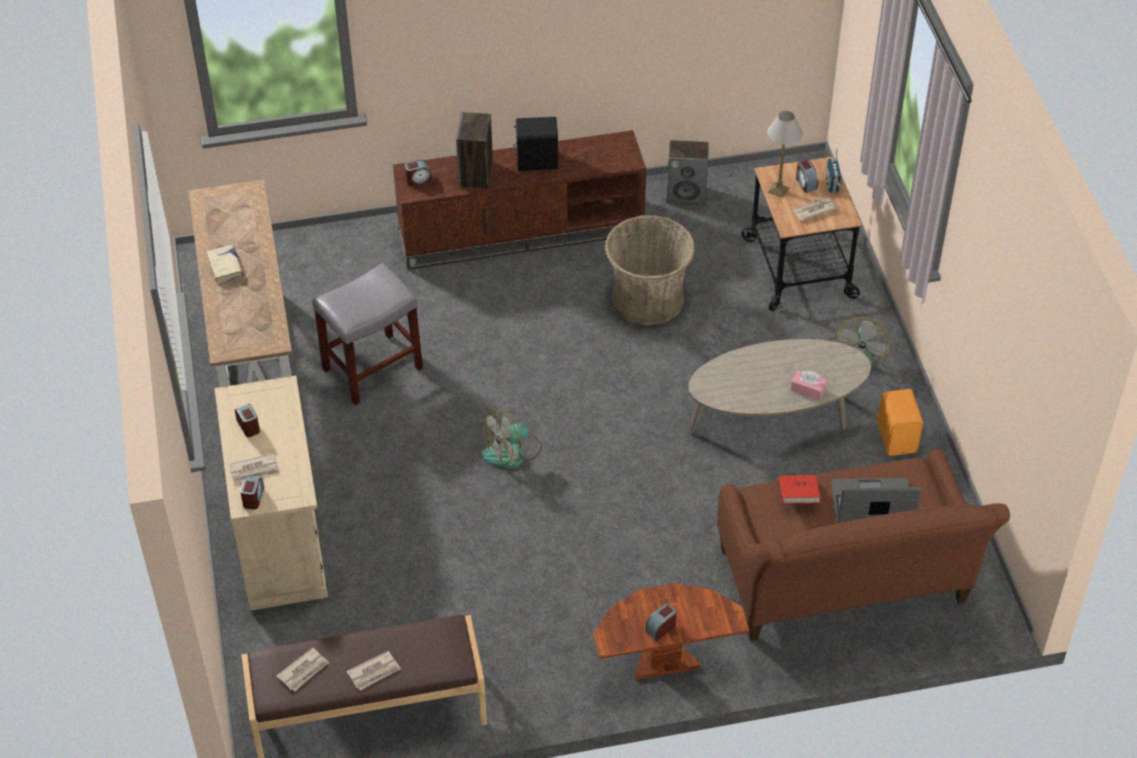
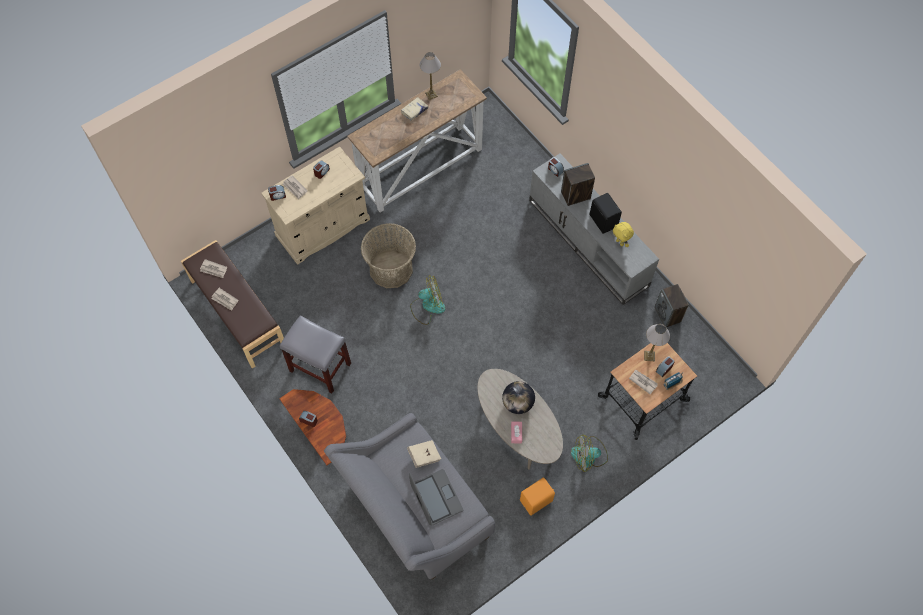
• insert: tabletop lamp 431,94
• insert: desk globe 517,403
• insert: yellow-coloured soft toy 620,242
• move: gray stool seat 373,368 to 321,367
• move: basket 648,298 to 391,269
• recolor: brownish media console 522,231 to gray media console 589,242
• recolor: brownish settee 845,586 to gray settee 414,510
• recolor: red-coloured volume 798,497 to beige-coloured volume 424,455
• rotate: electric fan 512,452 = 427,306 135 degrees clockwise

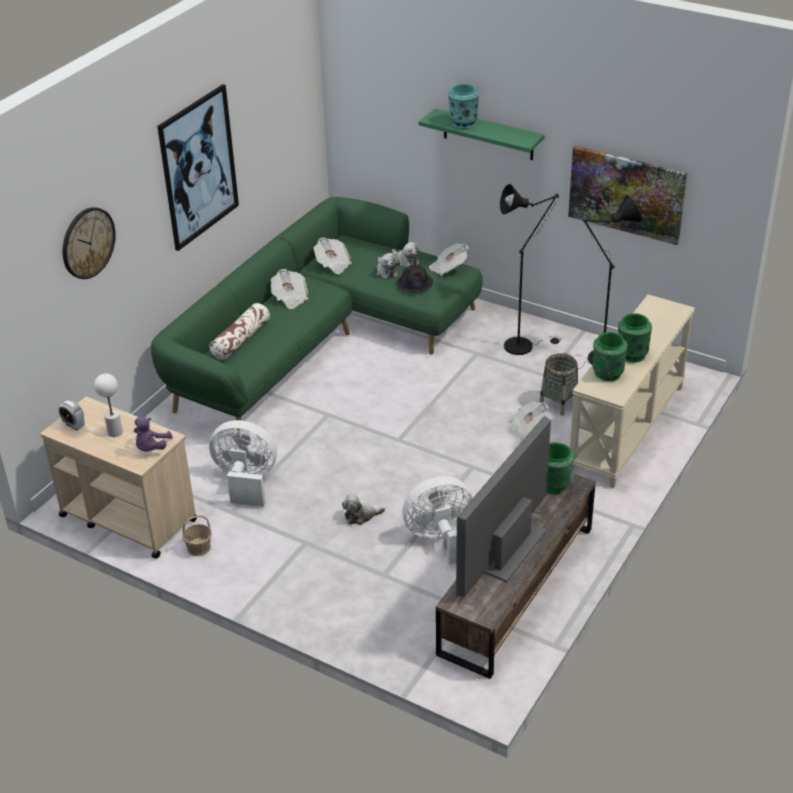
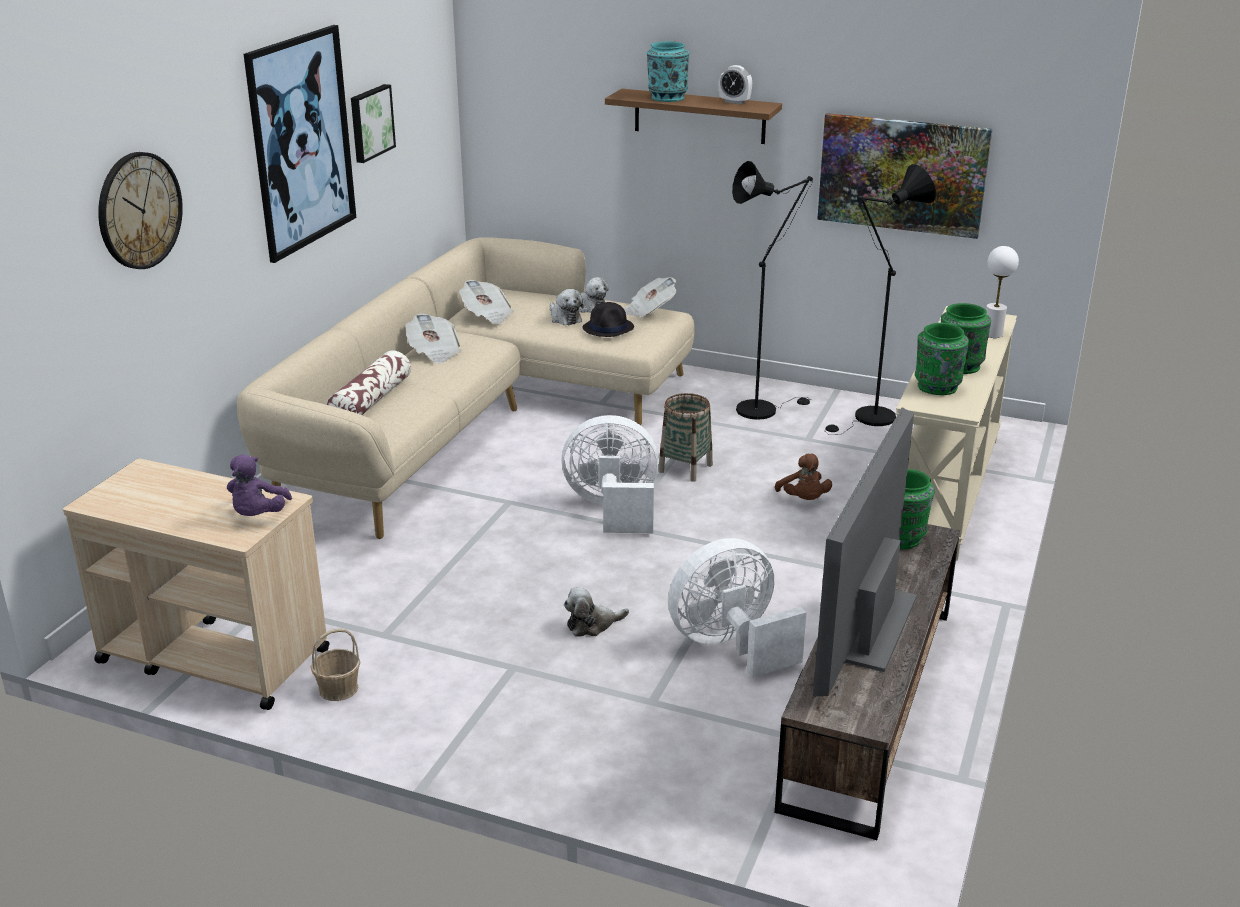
• insert: wall picture 370,122
• move: bedside clock 74,425 to 734,102
• move: white tabletop lamp 115,432 to 992,334
• move: white electric fan 246,482 to 613,509
• move: basket 558,403 to 685,468
• replace: newspaper 526,429 to brownish soft toy 803,500
• recolor: greenish settee 319,340 to beige-coloured settee 475,419
• recolor: greenish shelf 488,134 to brownish shelf 699,116

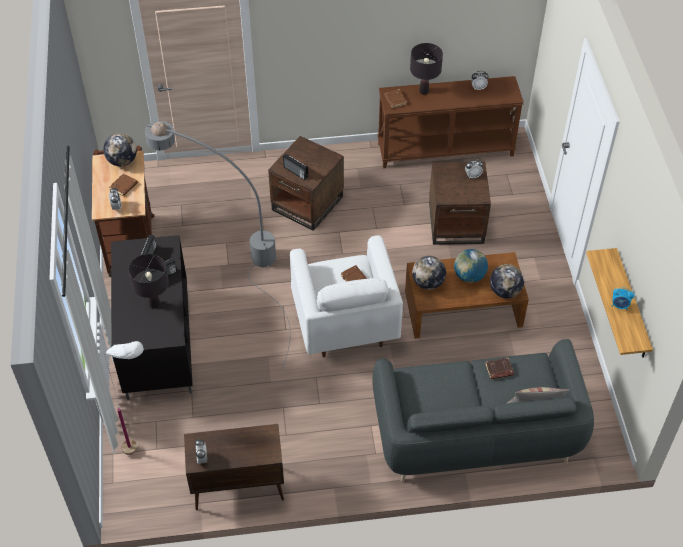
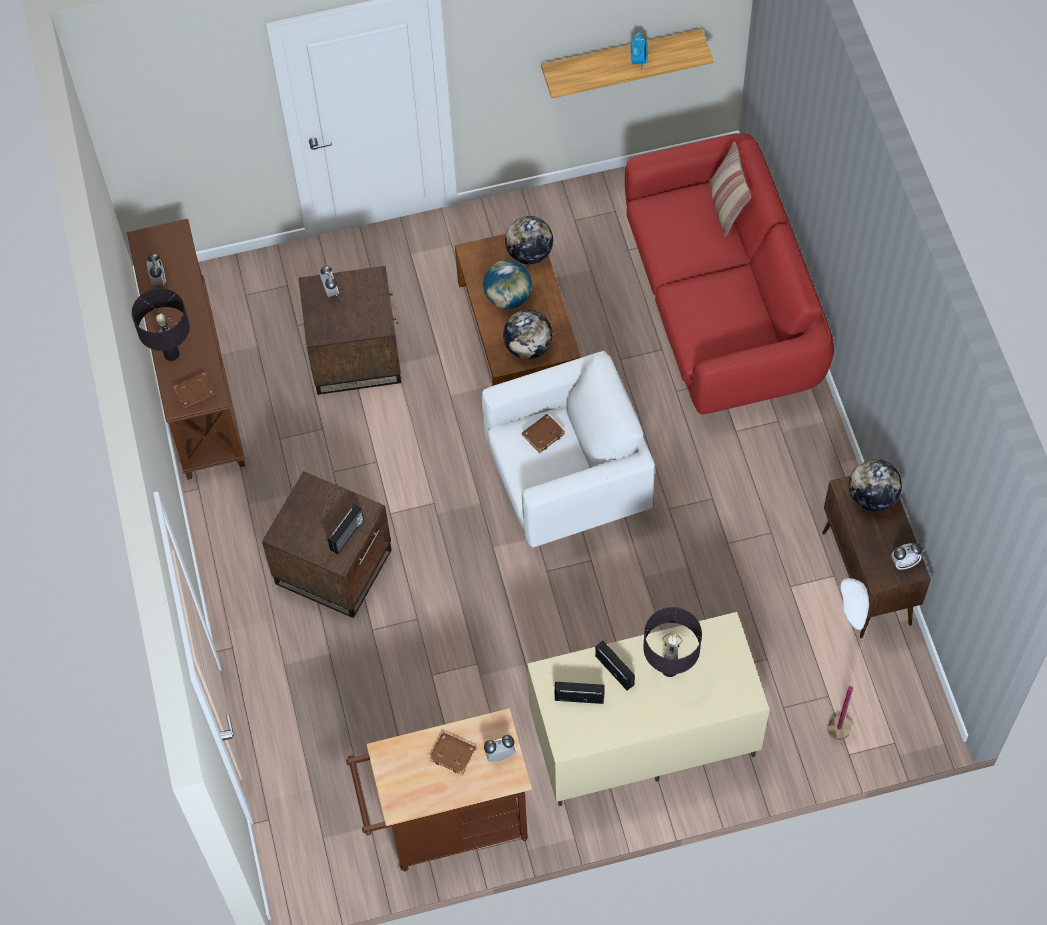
• delete: gray standing lamp 230,261
• delete: brownish volume 499,370
• move: desk globe 122,161 to 871,497
• recolor: blackish media console 156,341 to beige-coloured media console 642,738
• recolor: gray settee 476,432 to red-coloured settee 721,308

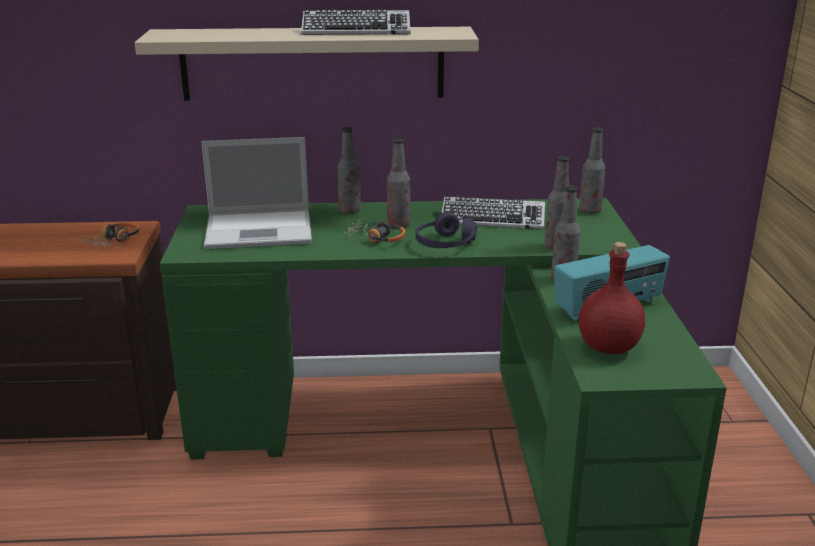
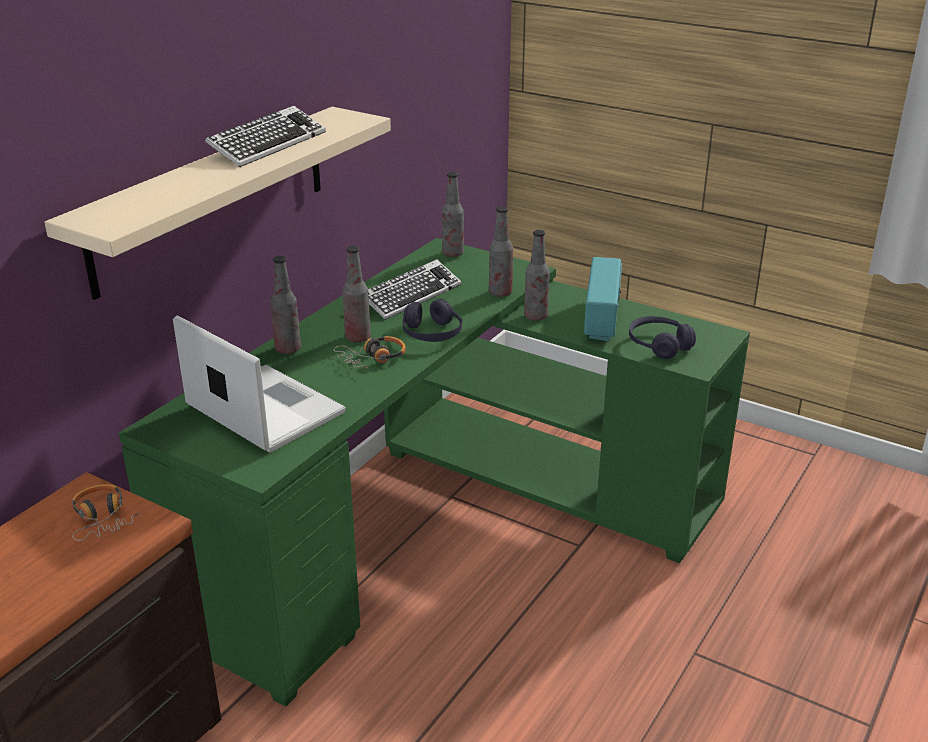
• replace: red-coloured bottle 609,346 to purplish headset 659,345
• rotate: portable computer 261,230 = 263,409 75 degrees counterclockwise

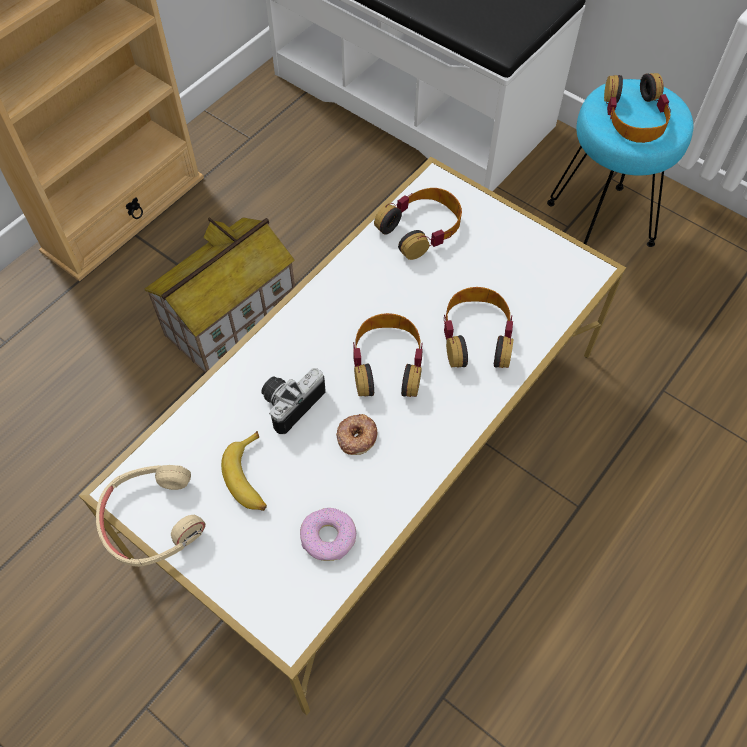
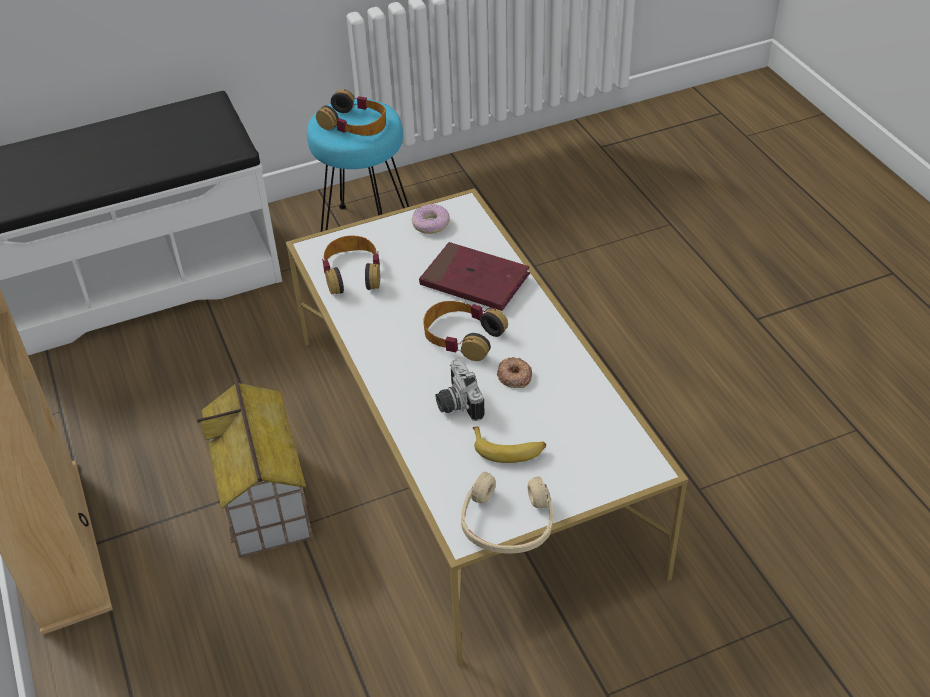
• move: doughnut 328,538 to 431,224
• replace: headset 477,335 to red-coloured volume 474,281

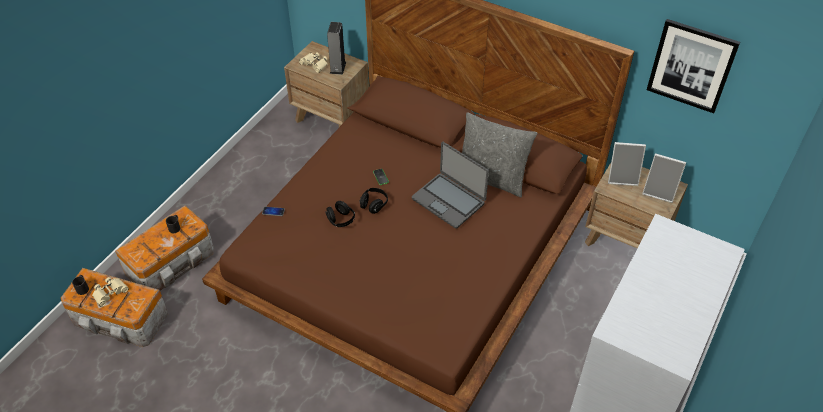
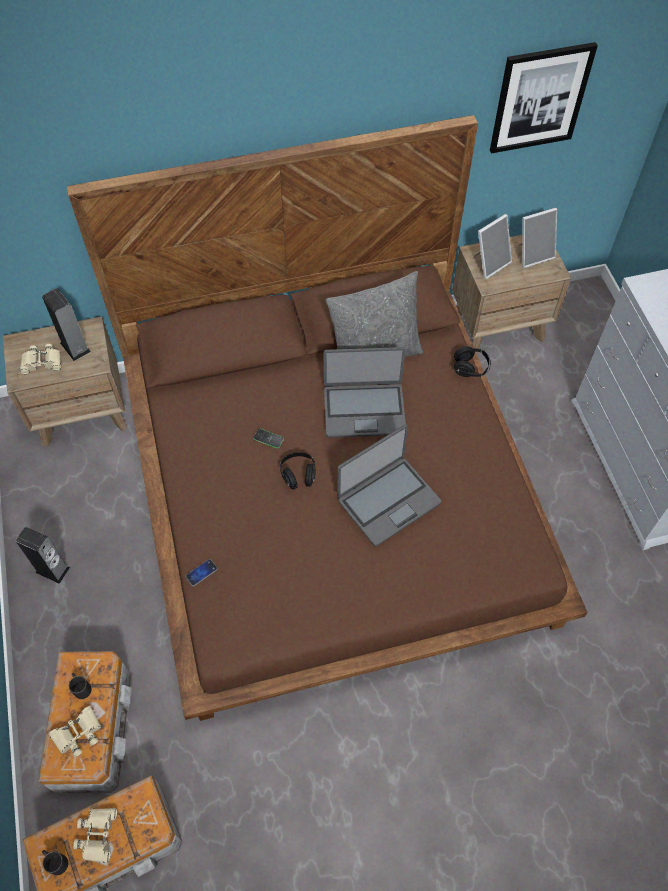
• insert: speaker 52,569
• insert: beige-coloured pair of binoculars 78,733
• insert: portable computer 388,501
• move: blackish headset 341,220 to 470,368

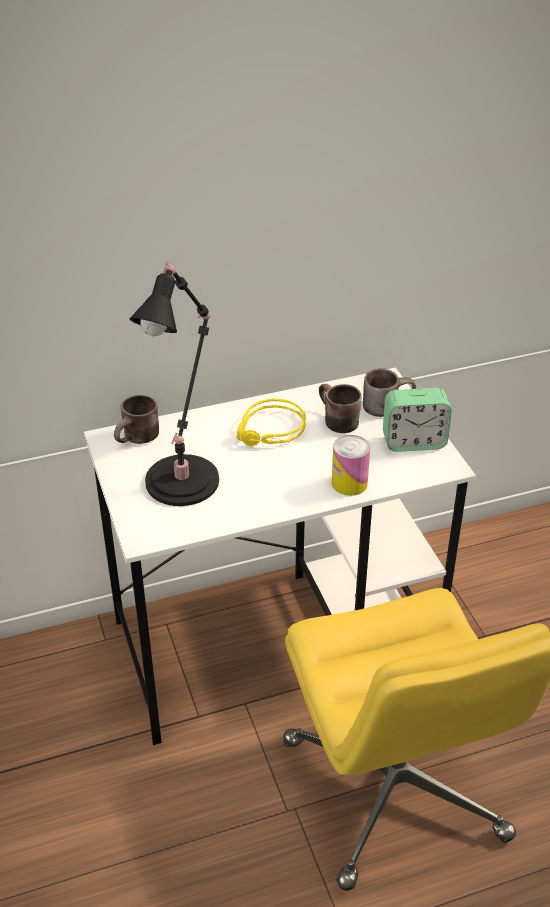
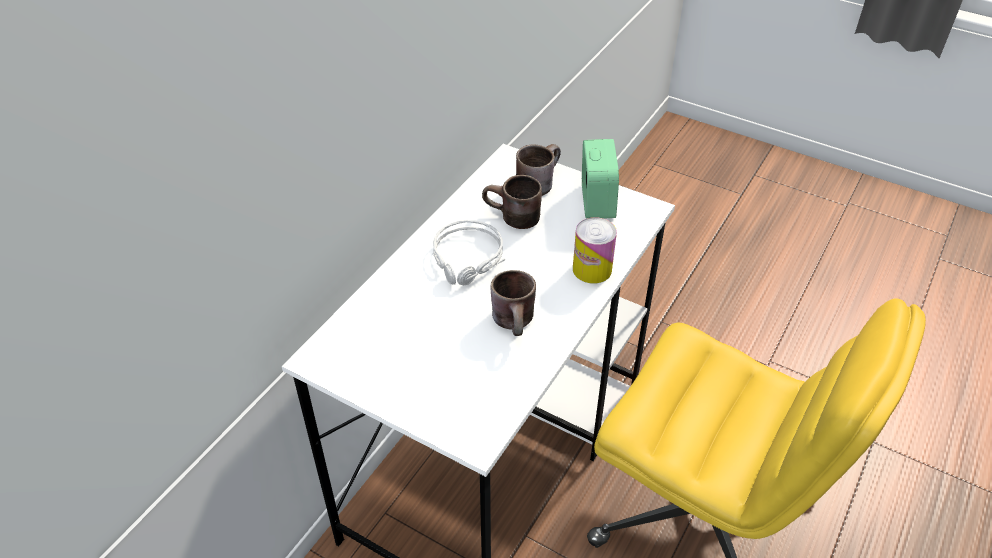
• delete: blackish tabletop lamp 185,477
• move: brownish coffee mug 139,440 to 517,322
• recolor: yellow-coloured headset 271,431 to gray headset 468,259
• rotate: bedside clock 414,442 = 597,202 45 degrees counterclockwise

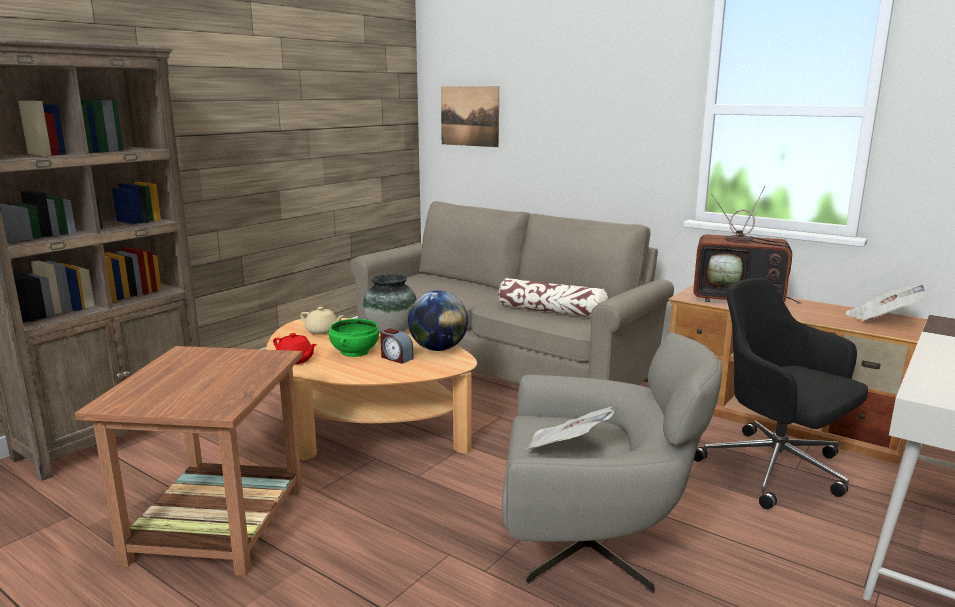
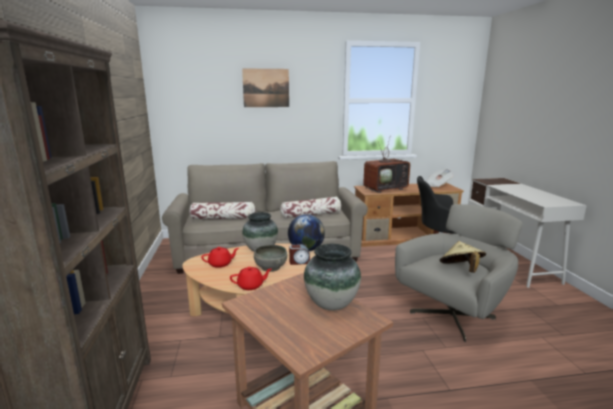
• insert: throw pillow 223,218
• insert: vase 332,304
• move: wall picture 469,116 to 266,88
• replace: newspaper 566,449 to beige-coloured clothing hat 460,270
• recolor: beige-coloured pot for tea 322,331 to red-coloured pot for tea 220,264
• recolor: greenish deep dish 354,352 to gray deep dish 270,267

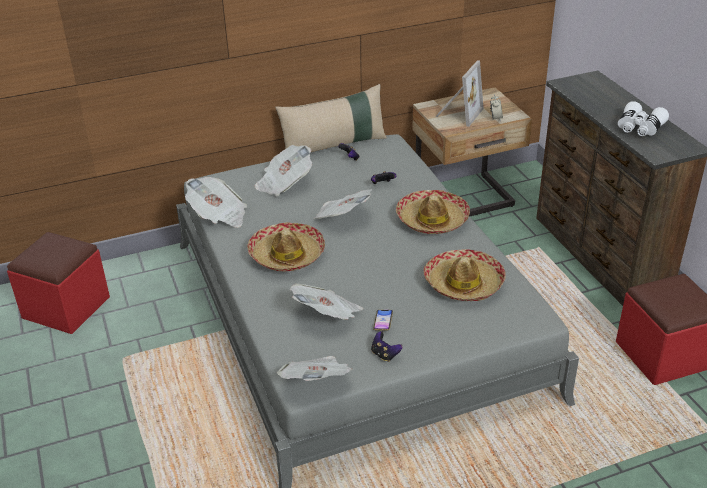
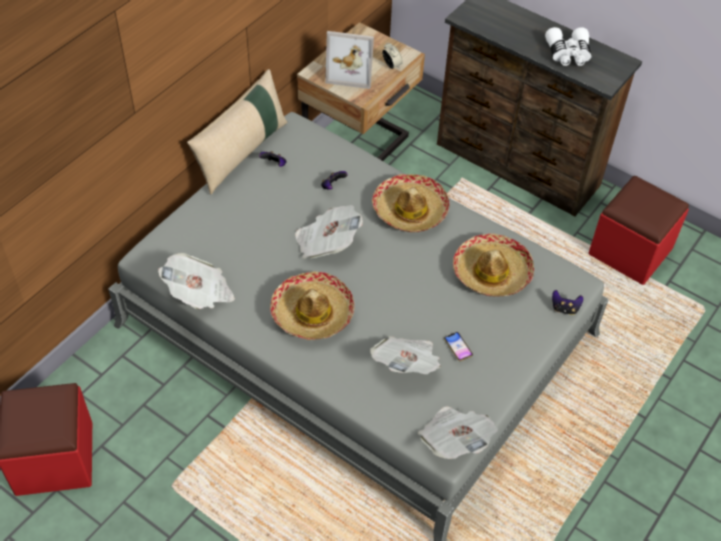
• delete: newspaper 284,184
• move: gamepad 385,355 to 564,308
• rotate: photo frame 457,113 = 351,71 105 degrees clockwise

